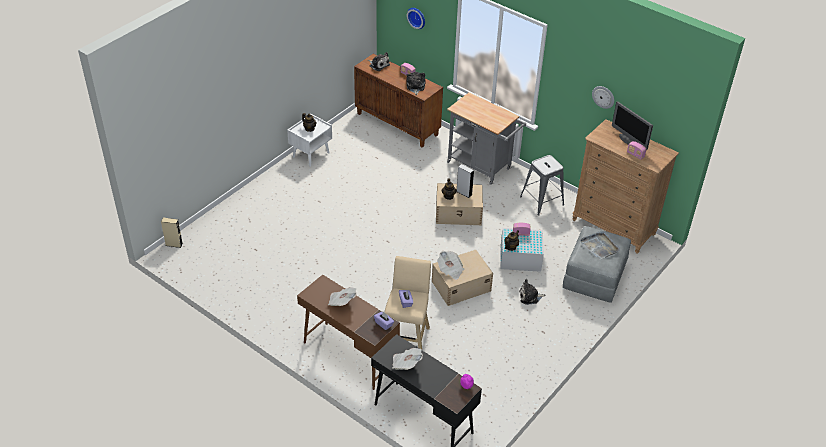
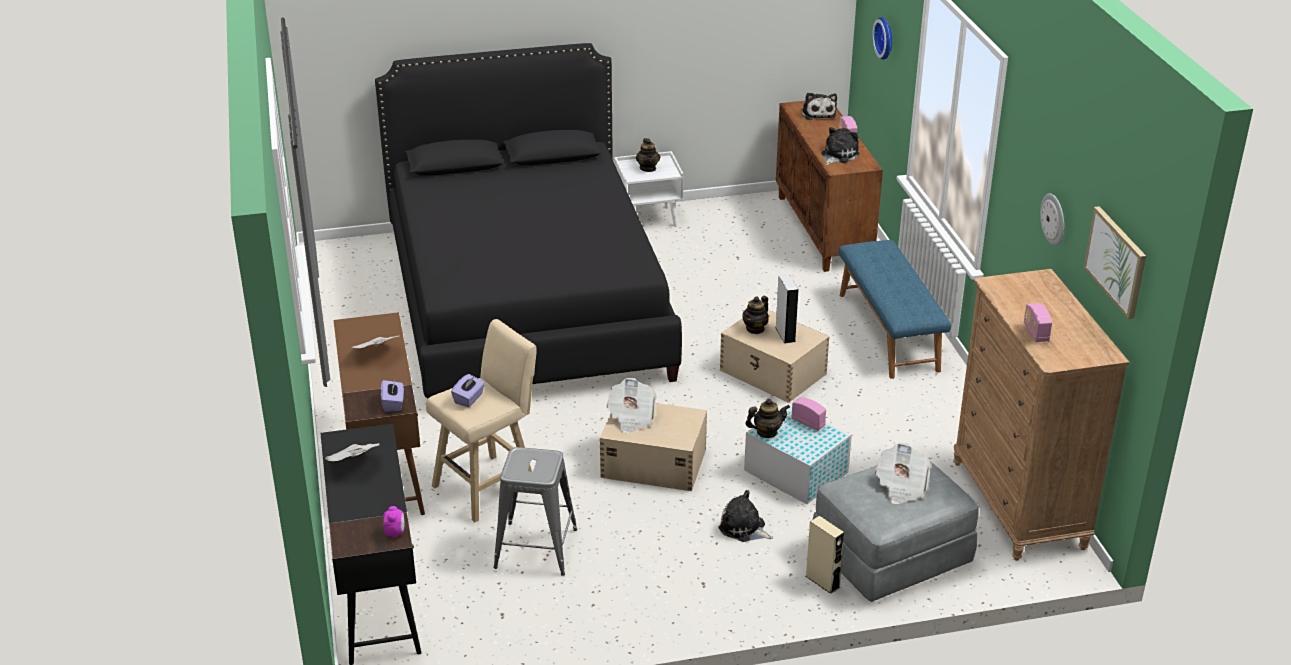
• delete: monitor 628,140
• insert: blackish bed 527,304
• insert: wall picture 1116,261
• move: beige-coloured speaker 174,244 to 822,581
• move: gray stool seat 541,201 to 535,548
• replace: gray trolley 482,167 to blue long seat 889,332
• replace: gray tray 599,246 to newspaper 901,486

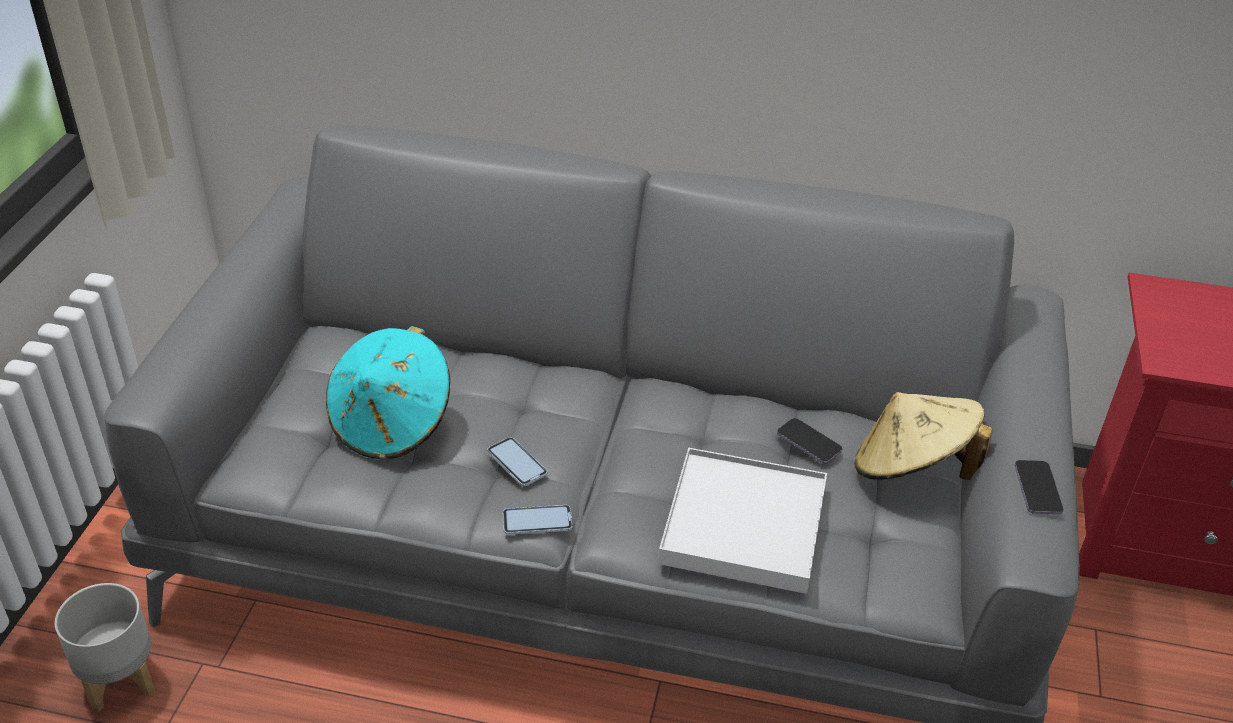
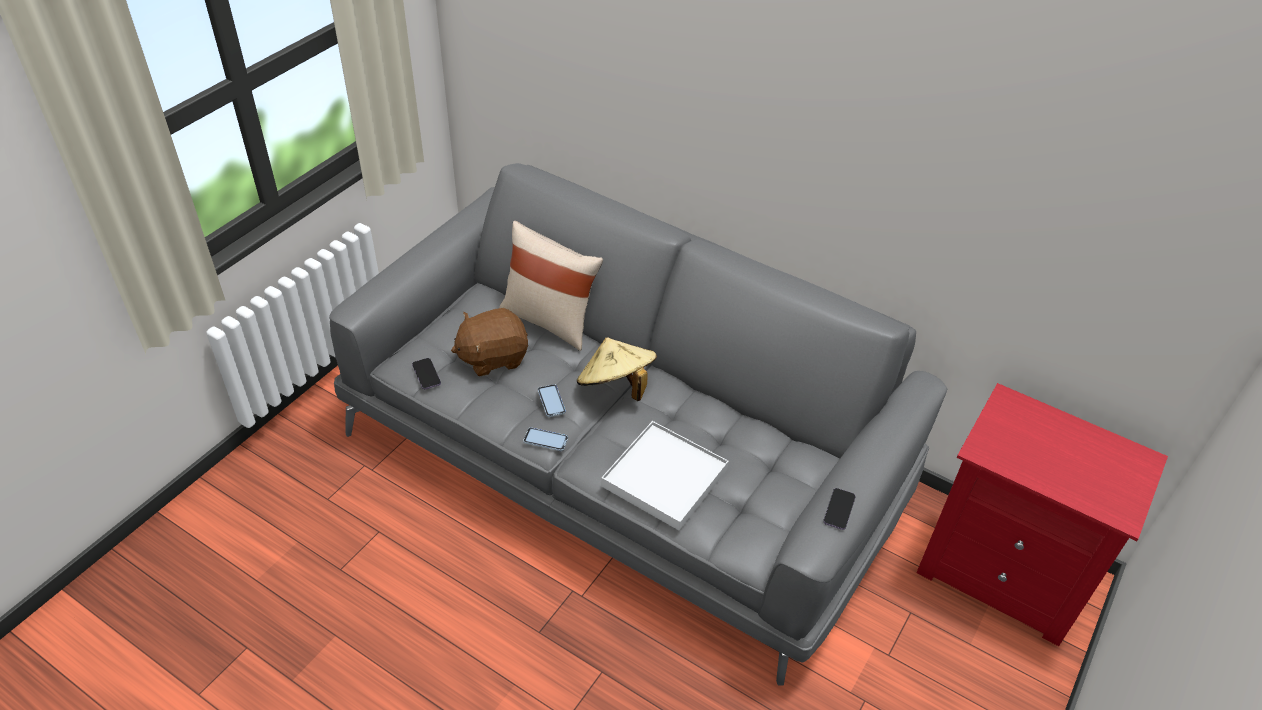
• delete: gray flower pot 119,681
• insert: beige-coloured throw pillow 550,320
• move: phone 808,442 to 426,374
• move: beige-coloured clothing hat 911,470 to 616,386
• replace: blue-green clothing hat 392,423 to brownish soft toy 493,357

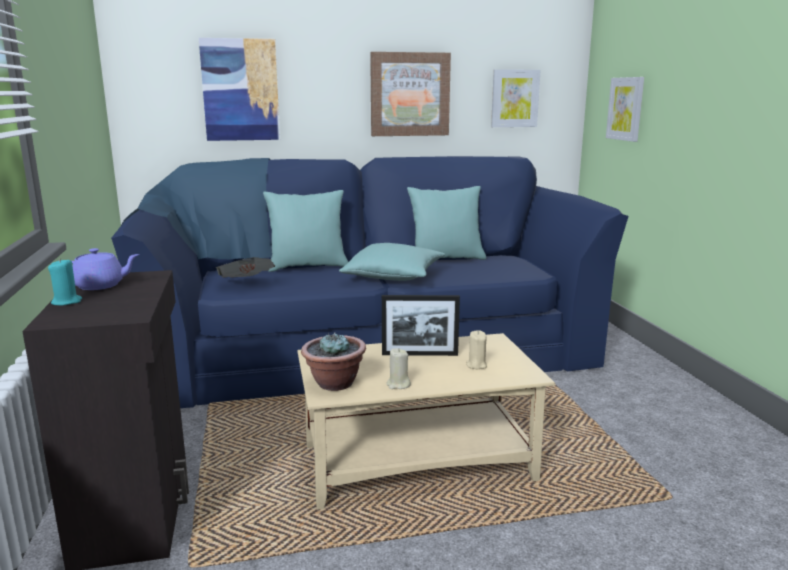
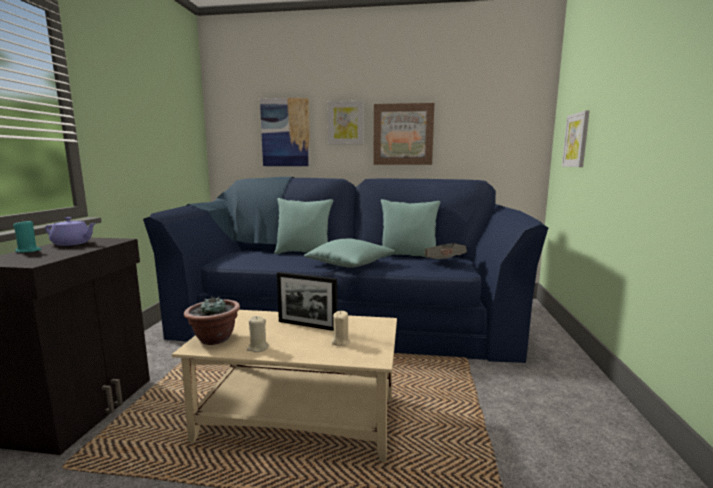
• move: newspaper 246,284 to 444,263
• move: wall picture 514,98 to 346,123

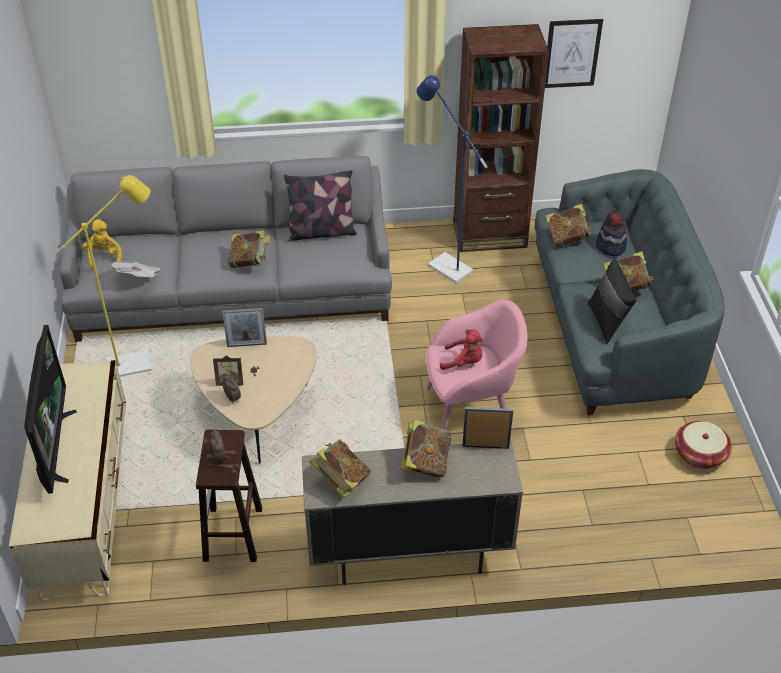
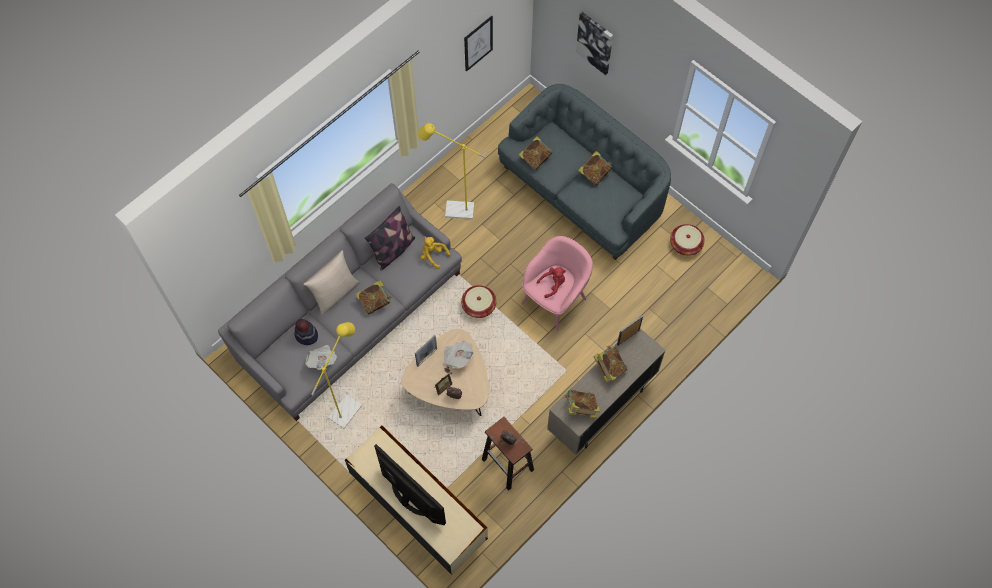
• delete: brownish shelving unit 489,235
• delete: blackish throw pillow 607,322
• insert: beige-coloured throw pillow 335,293
• insert: newspaper 457,357
• insert: basket 478,306
• insert: wall picture 595,42
• move: yellow-coloured soft toy 104,257 to 433,256
• move: clothing hat 610,246 to 306,335
• recolor: blue standing lamp 444,265 to yellow-coloured standing lamp 453,210

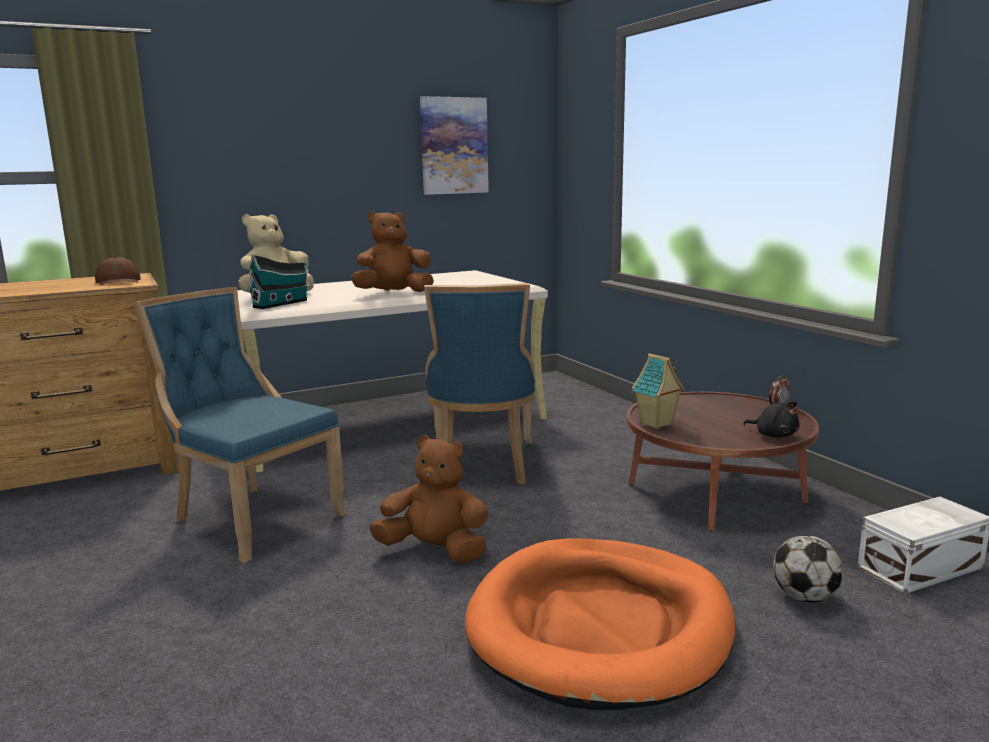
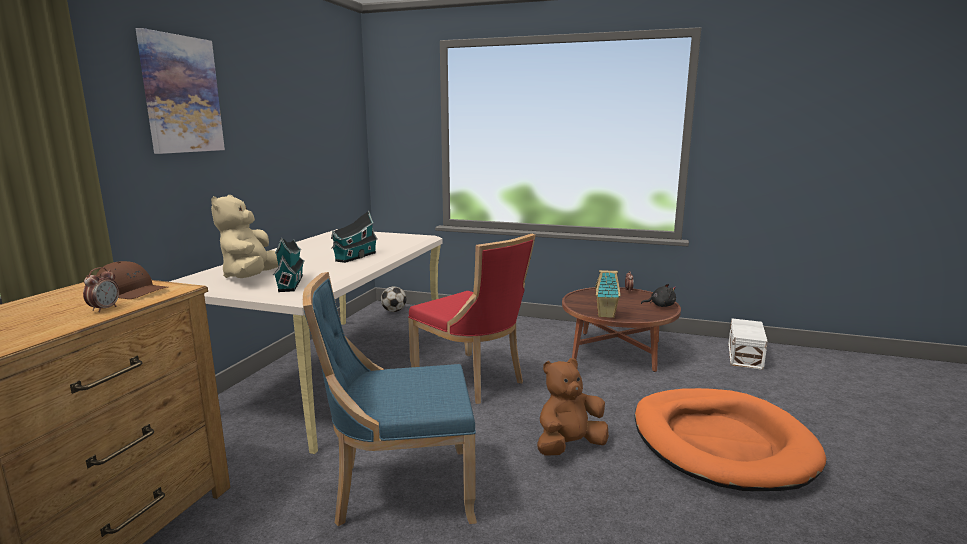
• insert: bedside clock 104,309
• move: wall picture 454,146 to 181,94
• move: football ball 805,597 to 394,311
• replace: brownish soft toy 393,293 to miniature house 354,257
• recolor: blue chair 482,465 to red-coloured chair 472,380

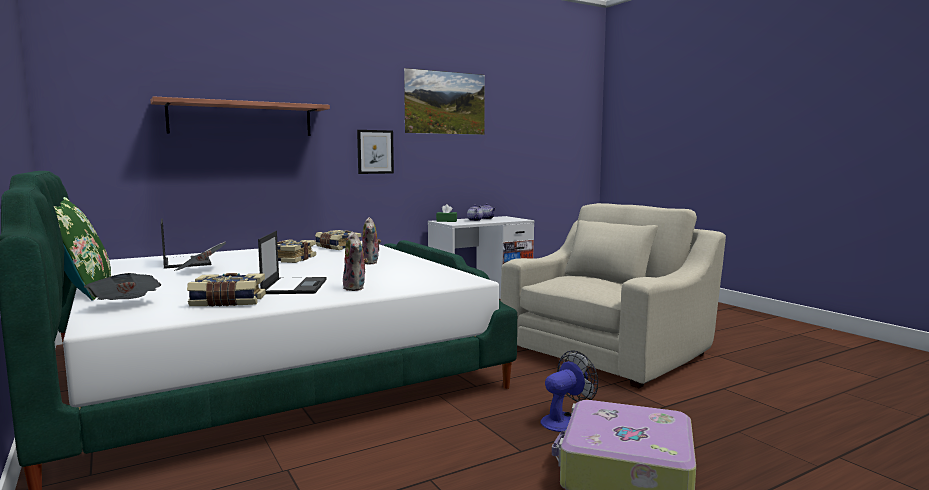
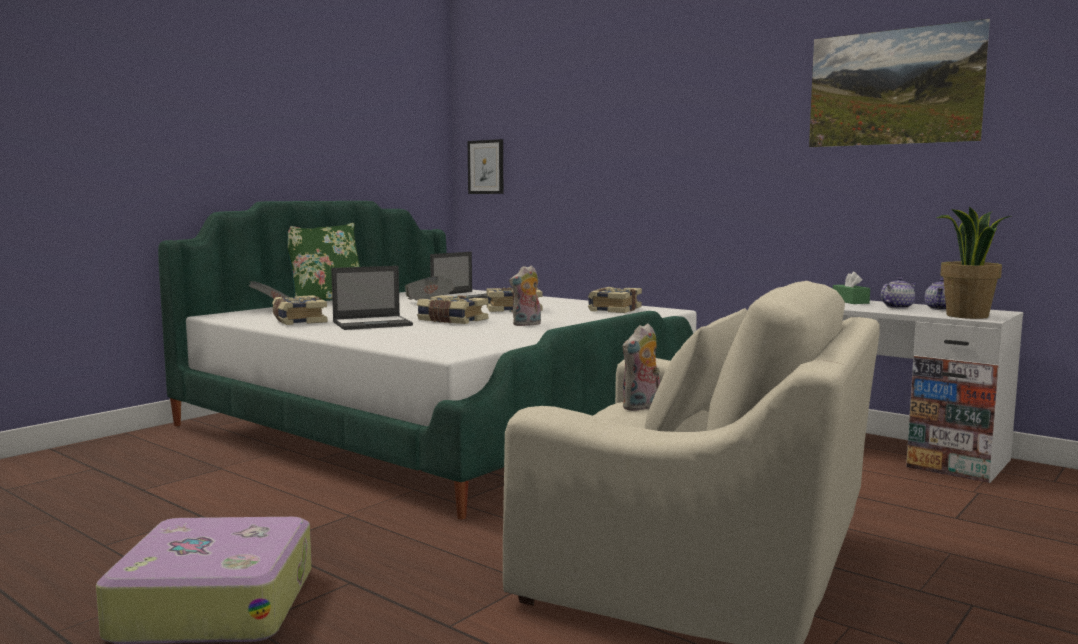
• delete: shelf 241,119
• delete: electric fan 565,420
• insert: volume 451,321
• insert: houseplant 967,316
• move: soft toy 356,288 to 642,407
• move: wall picture 375,152 to 486,167

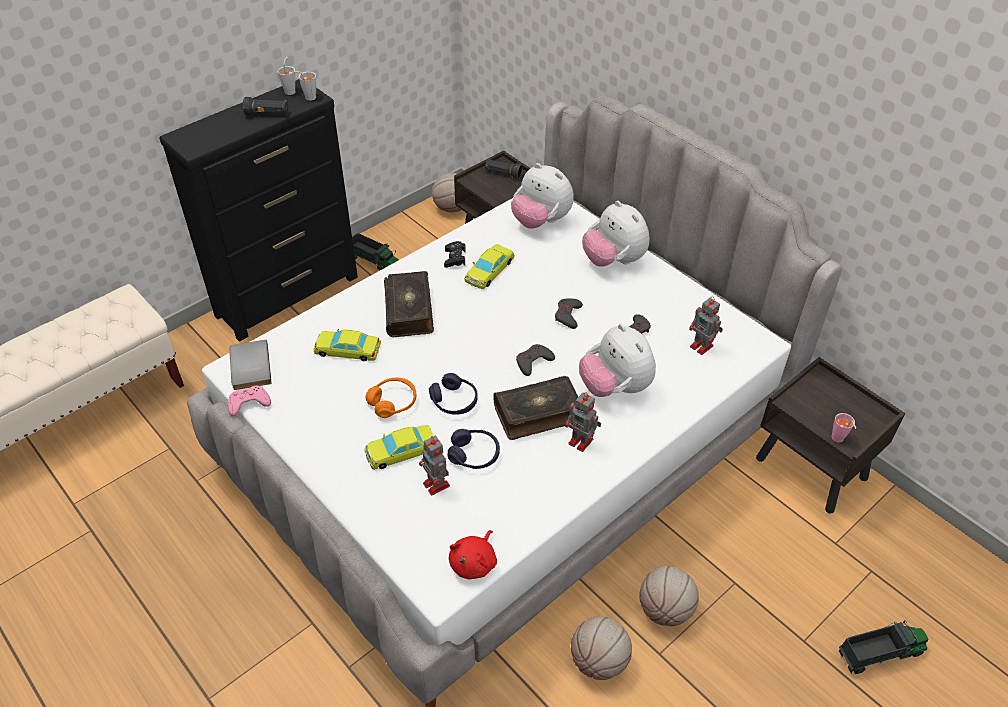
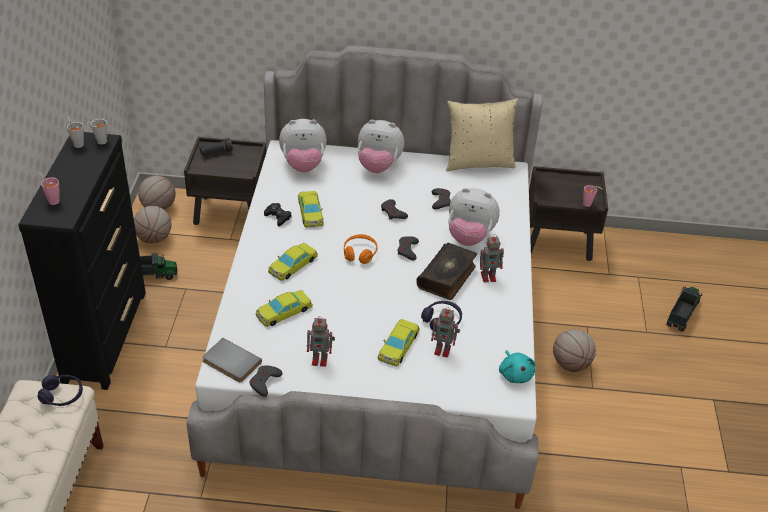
• delete: blackish flashlight 267,114
• insert: pink drinking cup 52,200
• insert: beige-coloured throw pillow 478,162
• move: orangey headset 393,402 to 360,253
• move: purplish headset 454,401 to 62,395
• move: ball for basketball 599,661 to 154,238
• move: model robot 702,347 to 320,359
• replace: volume 410,311 to yellow-coloured toy car 292,265
• recolor: pink gamepad 248,403 to gray gamepad 264,382
• recolor: red-coloured soft toy 474,563 to blue-green soft toy 515,374

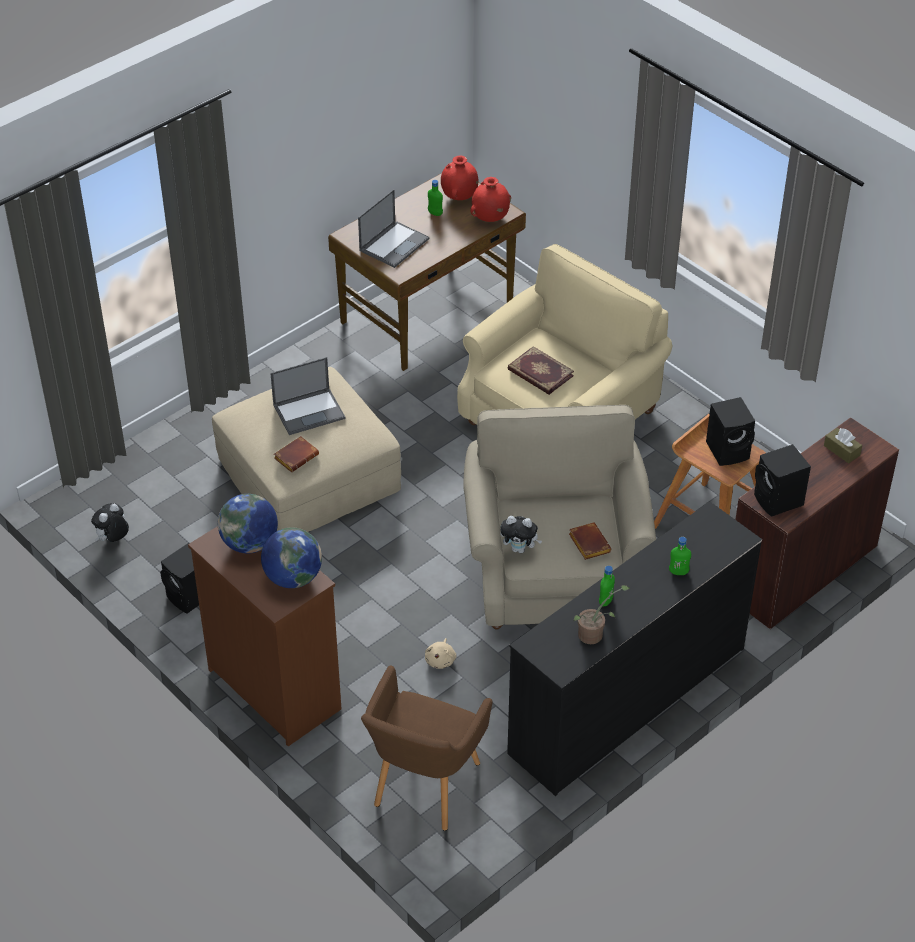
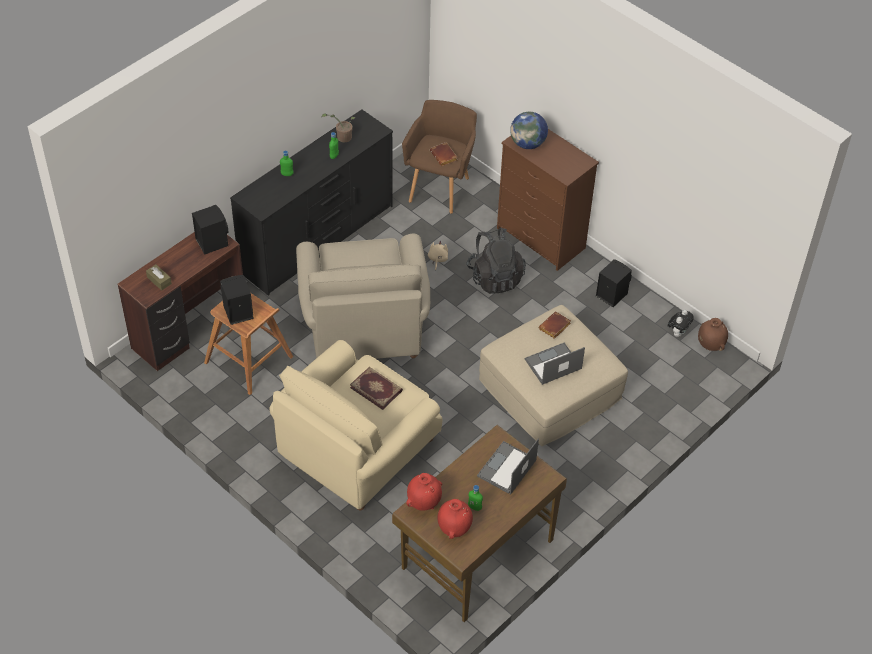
• delete: desk globe 250,543
• delete: soft toy 520,549
• insert: blackish backpack 495,277
• insert: brownish vase 710,345
• move: brownish volume 588,543 to 444,156

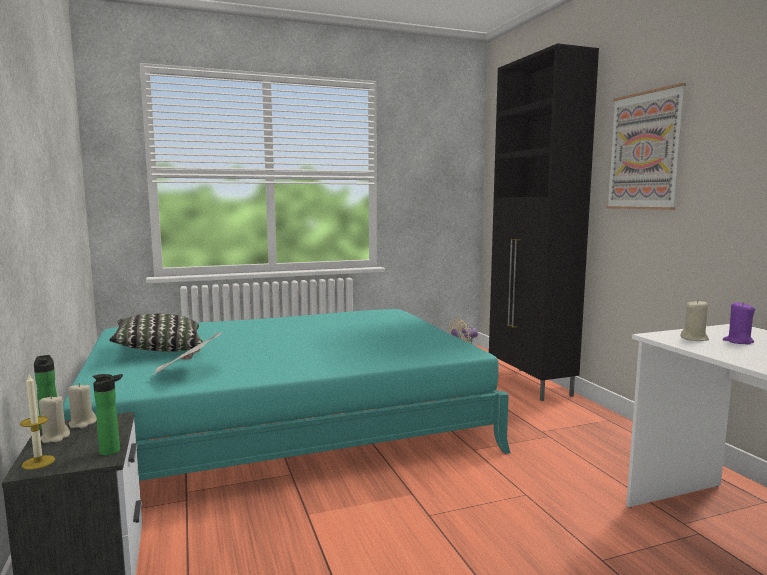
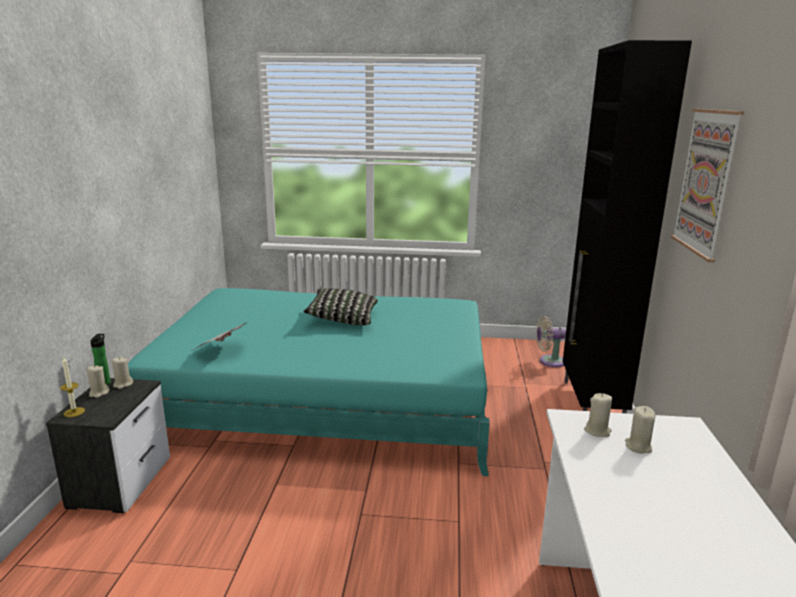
• delete: bottle 113,451
• move: throw pillow 159,349 to 342,319
• recolor: purplish candle 738,341 to beige-coloured candle 638,446

